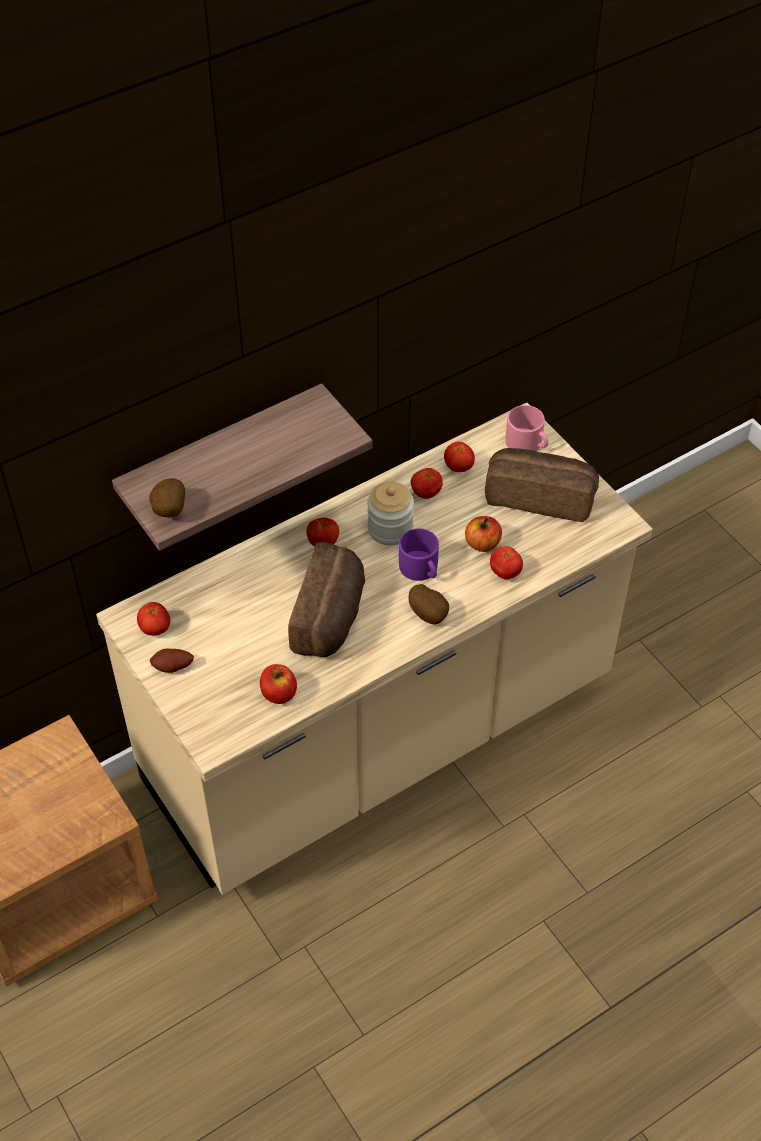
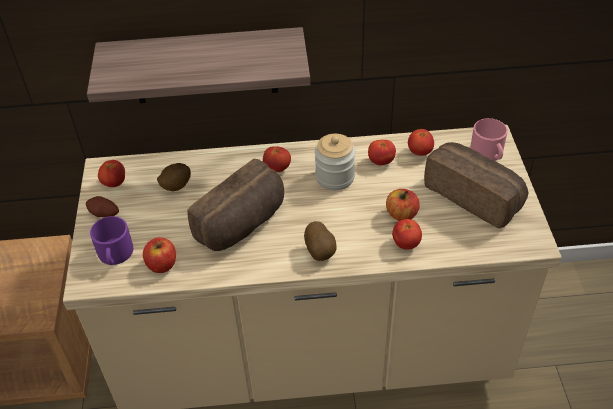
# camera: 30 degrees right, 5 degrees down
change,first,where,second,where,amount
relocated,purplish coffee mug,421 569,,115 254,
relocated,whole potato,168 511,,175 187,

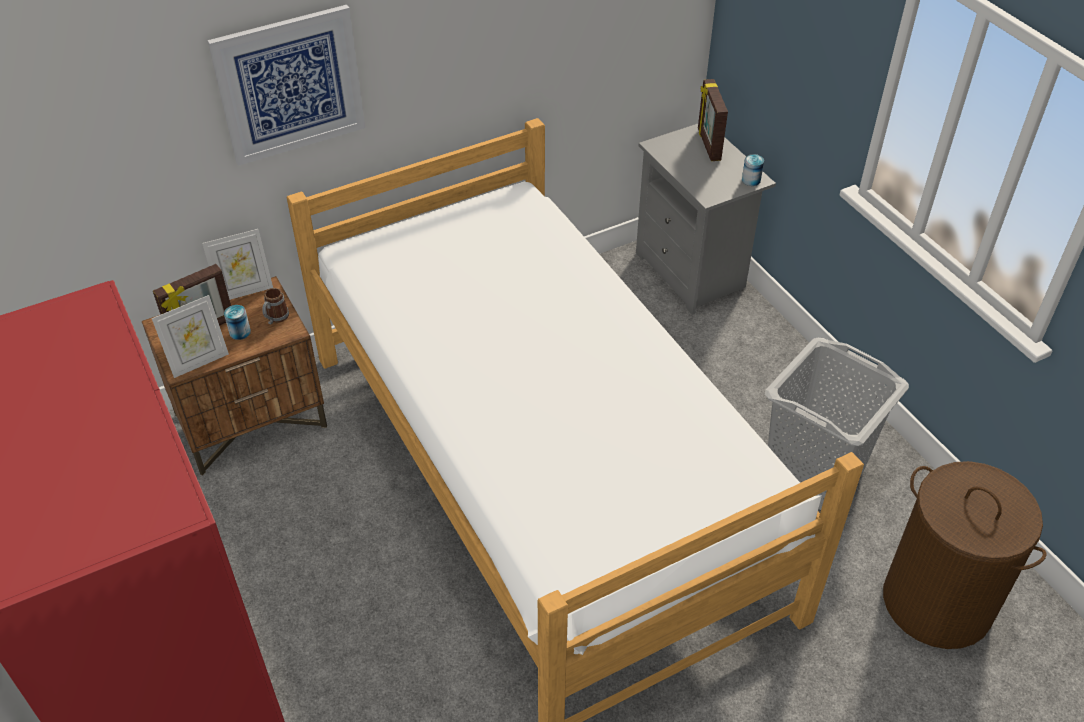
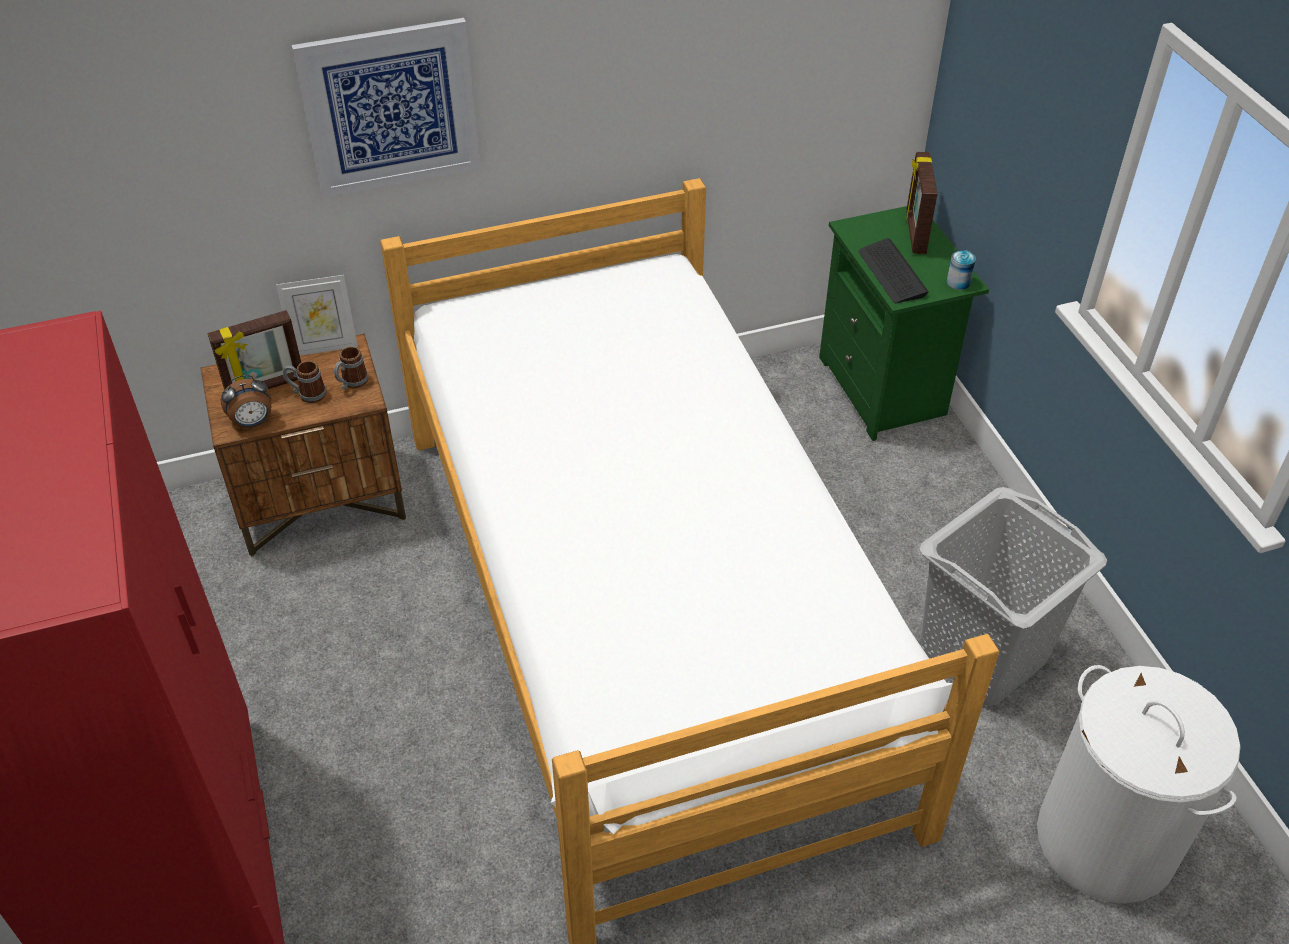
# camera: 10 degrees right, 0 degrees up
change,first,where,second,where,amount
exchanged,standing frame,199 362,alarm clock,253 423,
exchanged,sealed can,240 332,coffee mug,307 394,
colour,greyish bedside table,693 272,green-coloured bedside table,885 389,
appeared,,,computer keyboard,892 273,
colour,brownish washing basket,936 602,white-coloured washing basket,1105 840,

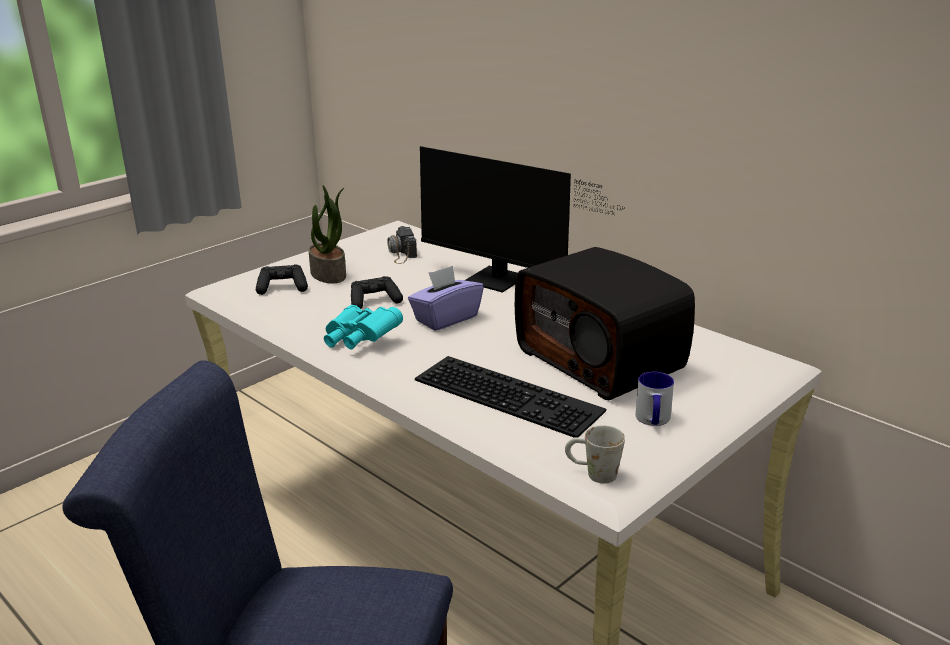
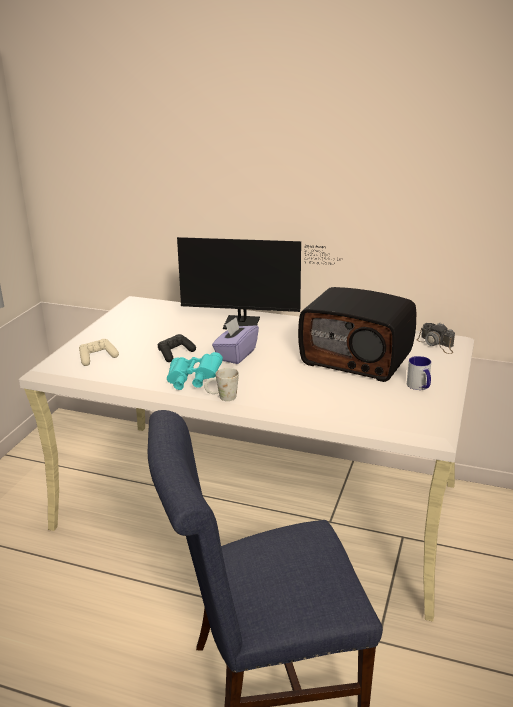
# camera: 25 degrees left, 0 degrees up
change,first,where,second,where,amount
colour,blackish game controller,282 288,beige-coloured game controller,97 358,
relocated,white-coloured coffee mug,592 473,,222 397,
relocated,still camera,401 253,,436 344,
missing,plant in a pot,329 274,,,
missing,computer keyboard,511 394,,,

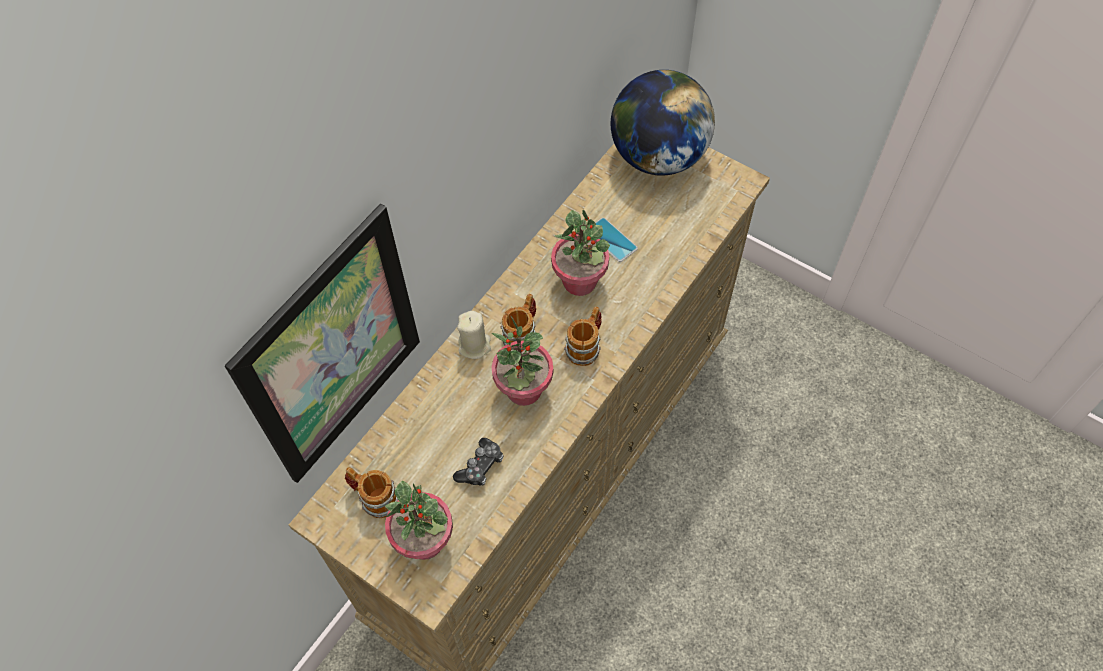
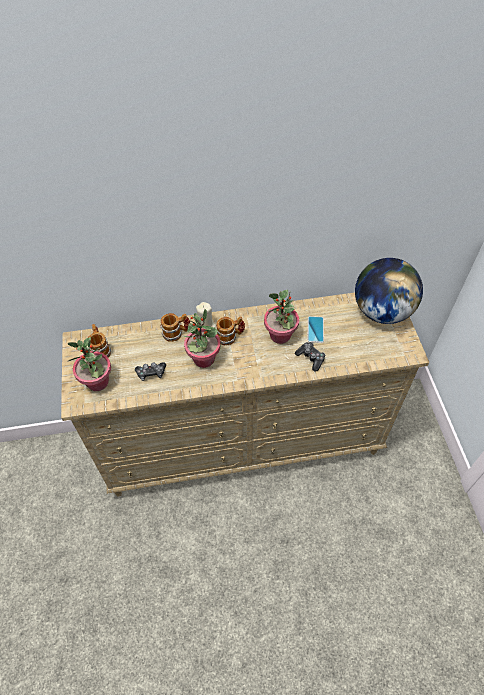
# camera: 45 degrees right, 5 degrees down
change,first,where,second,where,amount
relocated,coffee mug,586 346,,176 333,
appeared,,,game controller,311 358,
missing,picture,333 350,,,

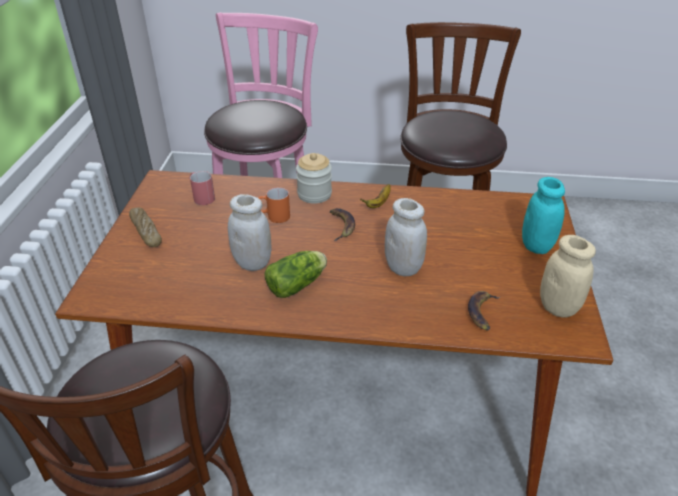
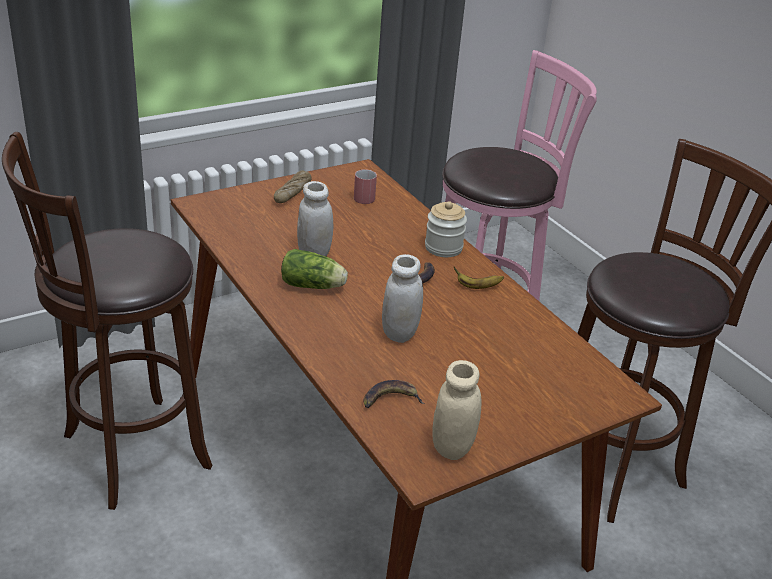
# camera: 50 degrees right, 5 degrees down
change,first,where,second,where,amount
missing,orange coffee mug,273 217,,,
missing,turquoise preserve jar,536 245,,,

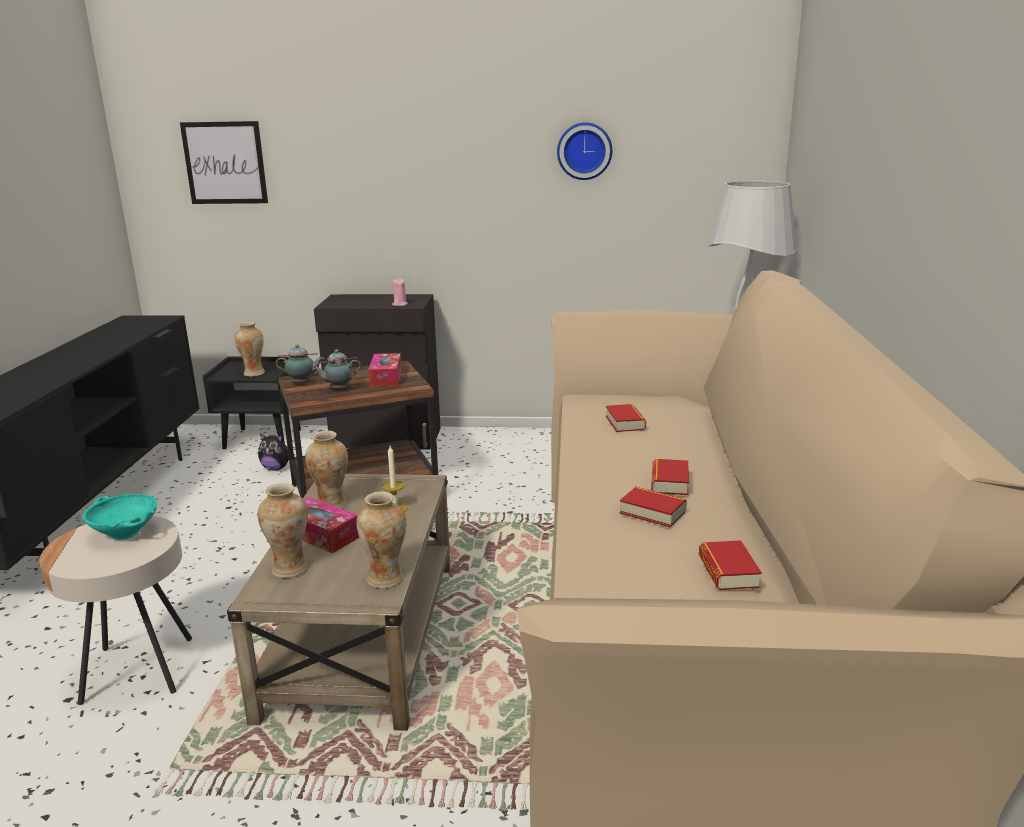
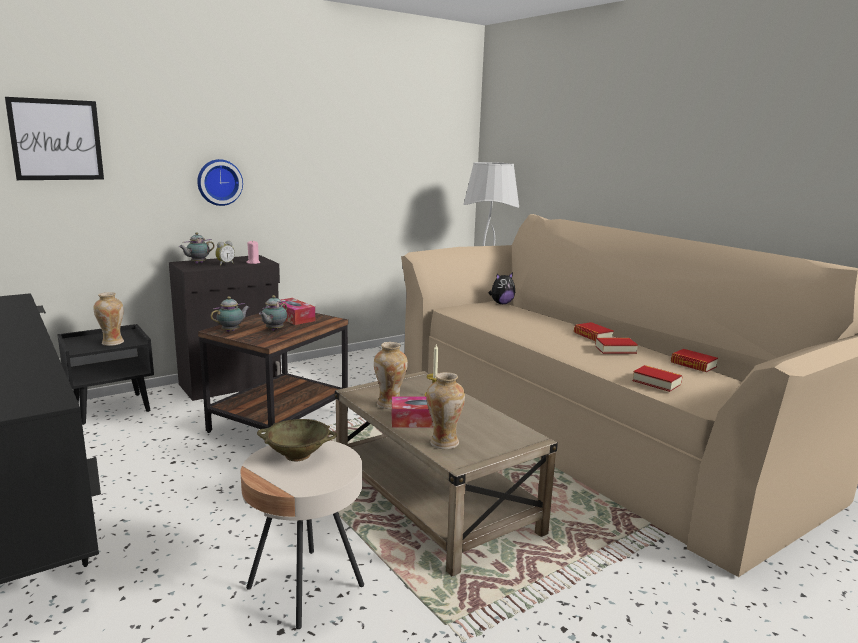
# camera: 40 degrees left, 5 degrees down
change,first,where,second,where,amount
appeared,,,teapot,197 263,
relocated,clock on the wall,584 151,,219 182,
appeared,,,alarm clock,225 264,
colour,turquoise deep dish,125 533,beige-coloured deep dish,298 455,
relocated,plush toy,276 468,,501 303,
relocated,book,625 423,,656 382,
missing,vase,385 579,,,

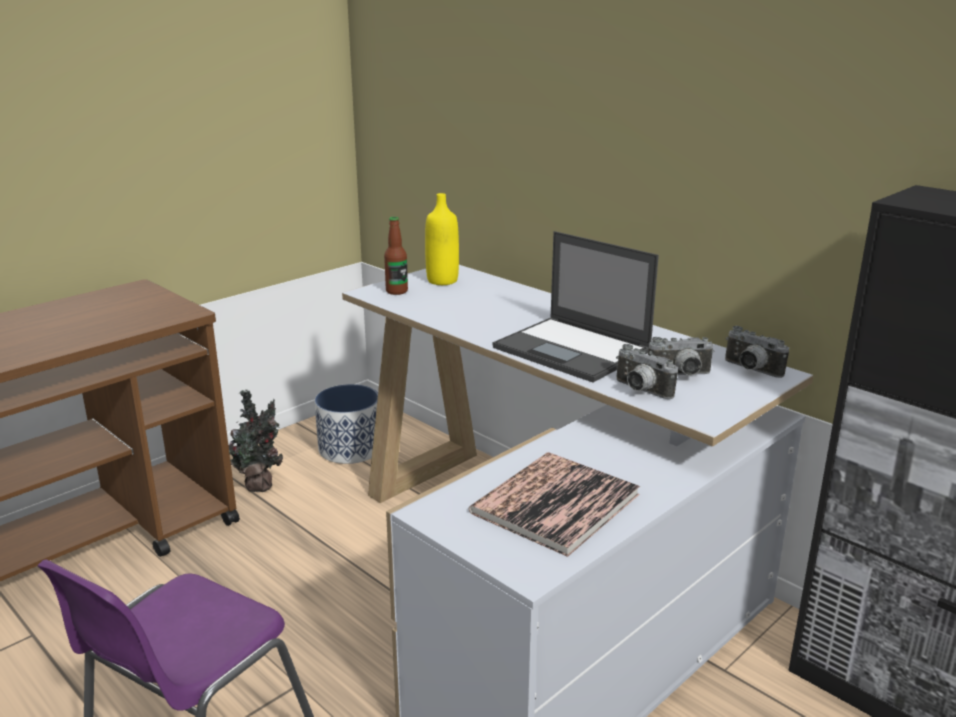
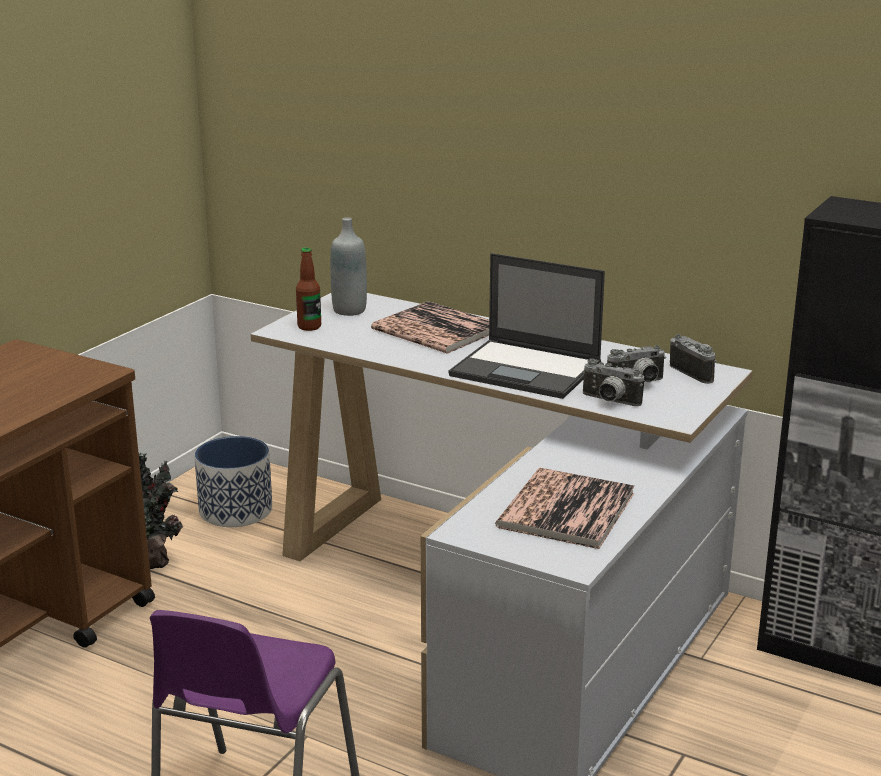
# camera: 15 degrees left, 0 degrees up
change,first,where,second,where,amount
colour,yellow beverage bottle,442 281,greyish beverage bottle,349 310,
appeared,,,book,436 330,
spun,still camera,750 370,,697 372,150 degrees counterclockwise

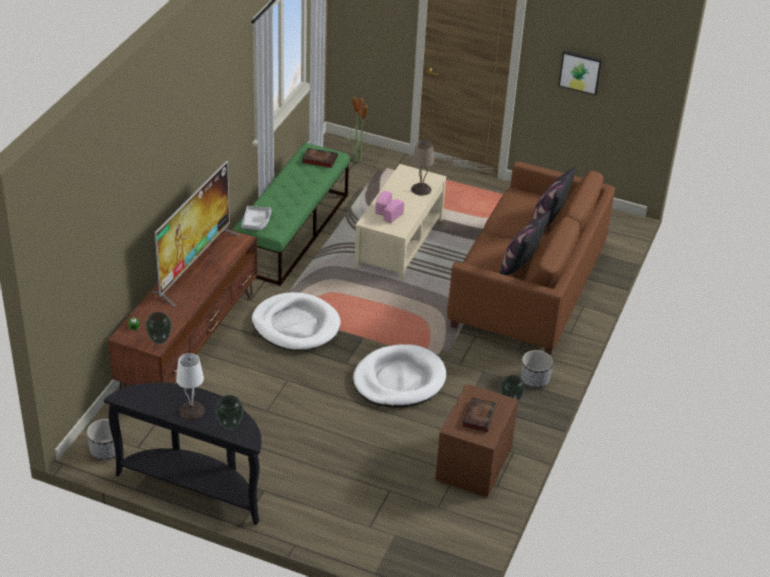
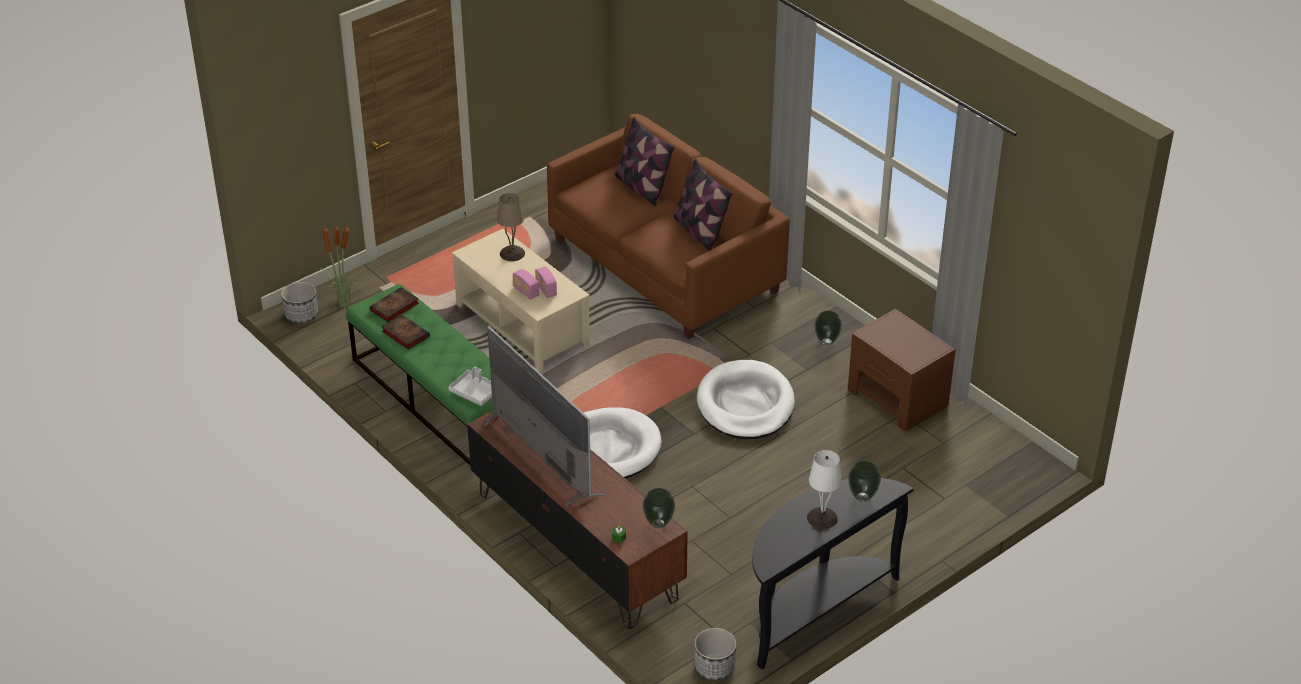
# camera: 60 degrees left, 0 degrees up
change,first,where,second,where,amount
relocated,flower pot,534 380,,302 315,
relocated,book,479 416,,404 334,
missing,picture,580 72,,,

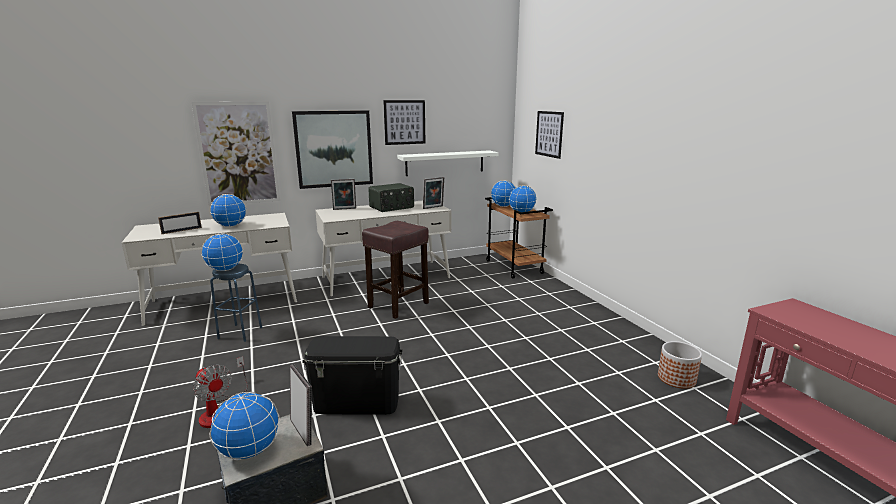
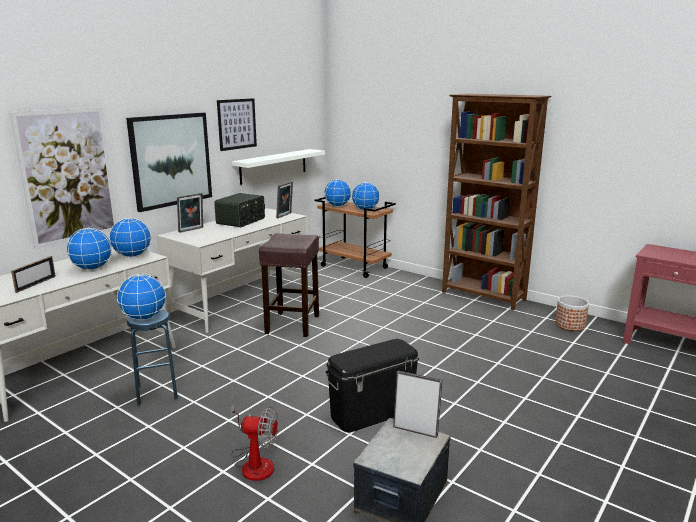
# camera: 30 degrees left, 0 degrees up
change,first,where,second,where,amount
relocated,world globe,249 451,,132 256,
appeared,,,brownish bookcase,483 296,
missing,picture,549 134,,,

